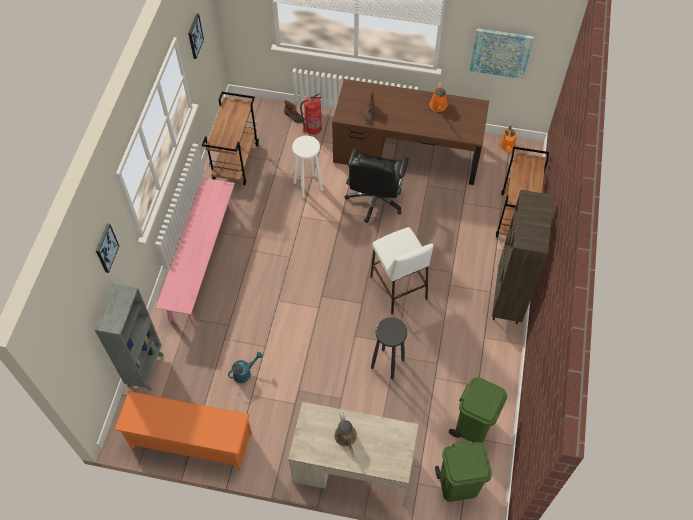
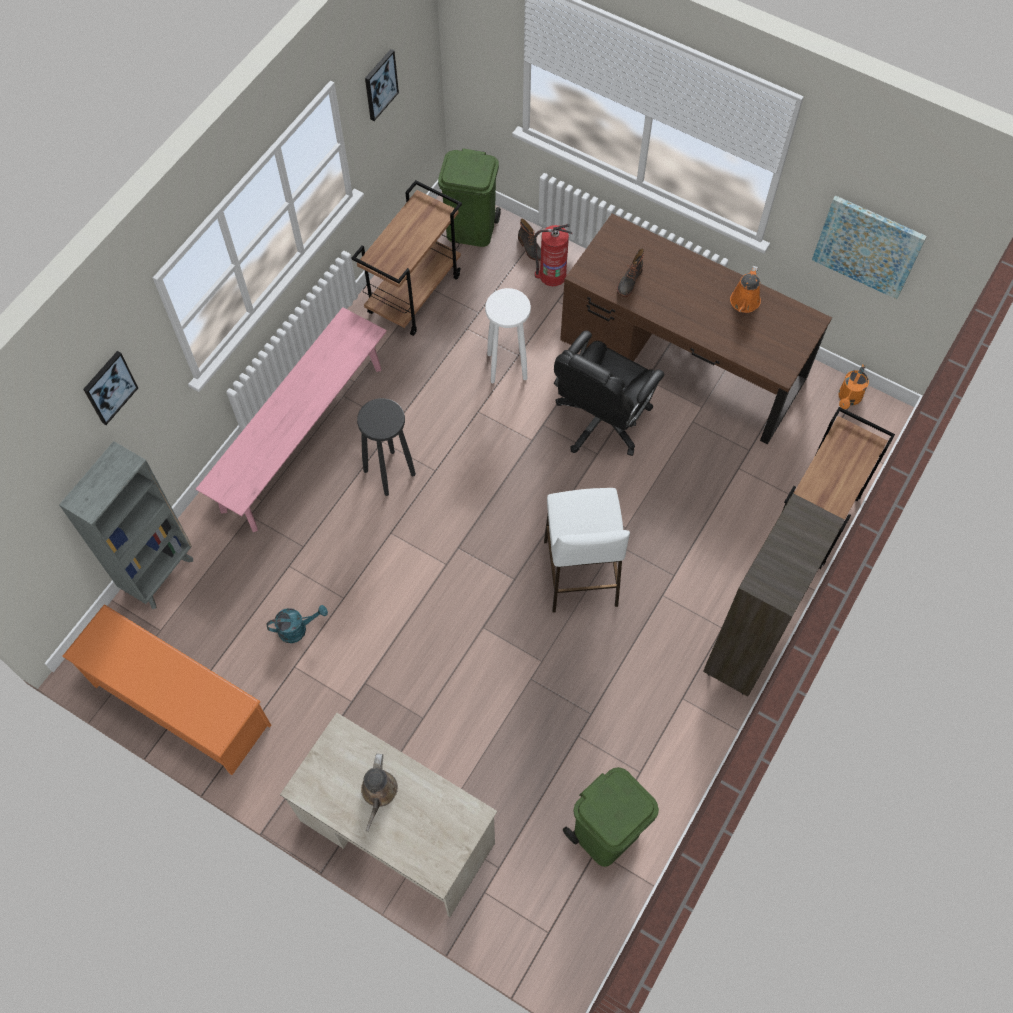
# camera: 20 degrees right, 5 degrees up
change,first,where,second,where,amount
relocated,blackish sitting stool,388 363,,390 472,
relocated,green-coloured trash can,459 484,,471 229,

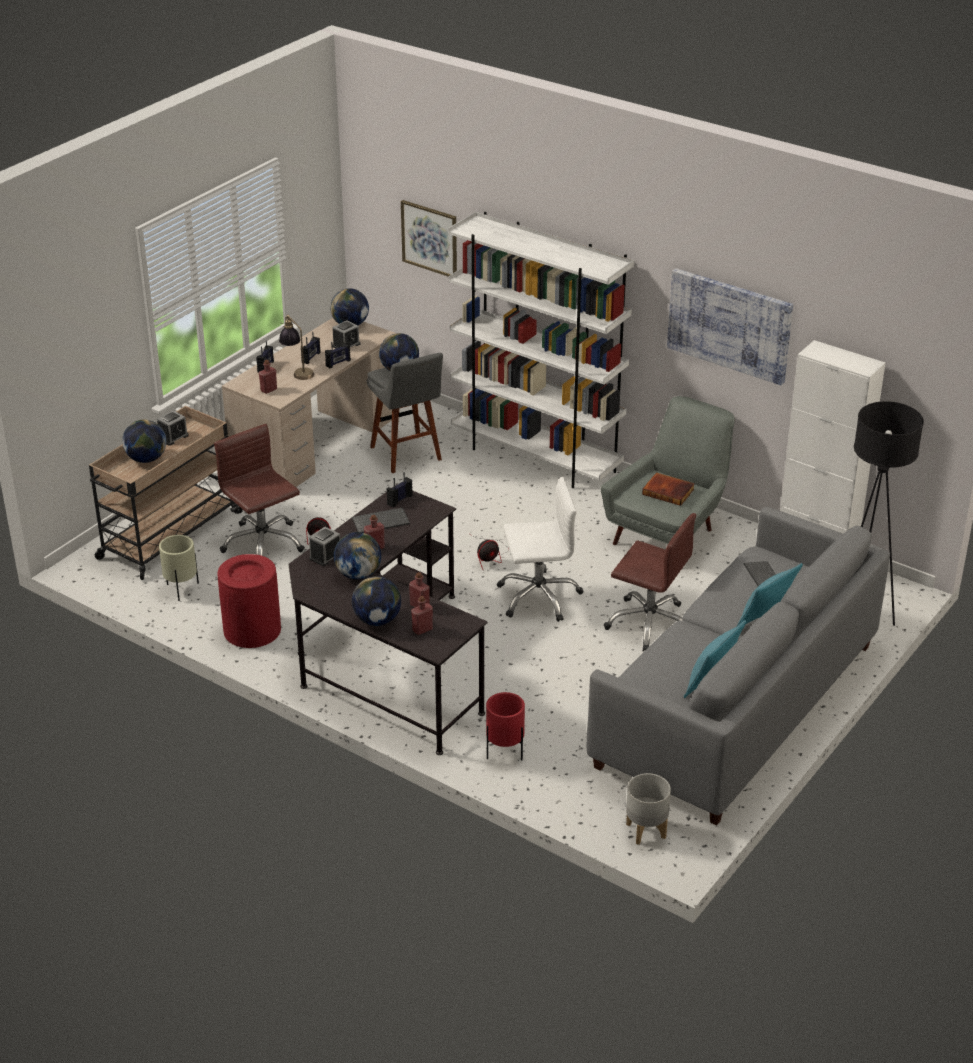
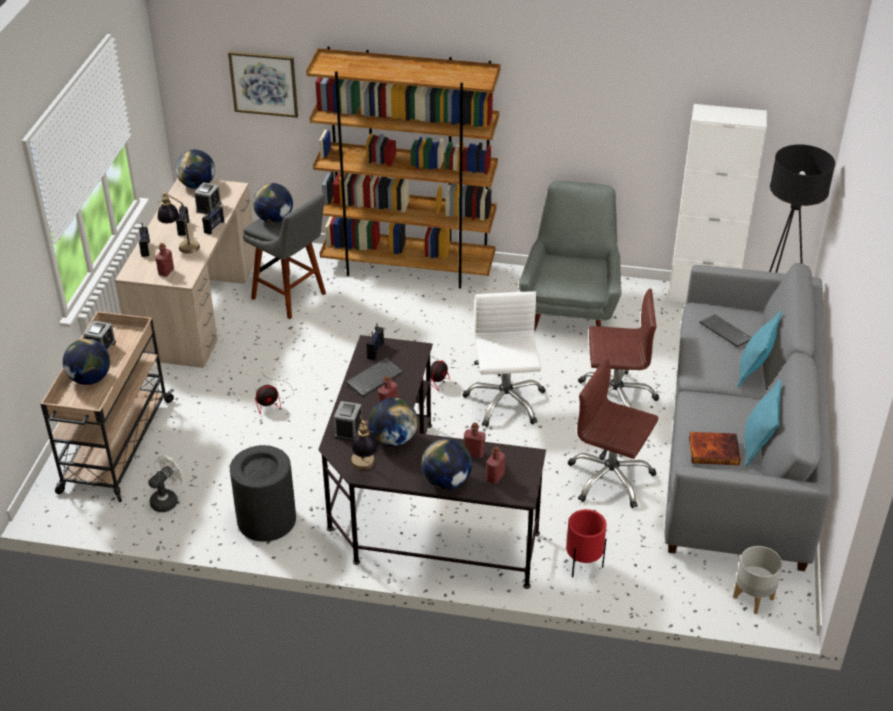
# camera: 25 degrees left, 5 degrees up
change,first,where,second,where,amount
exchanged,beige-coloured flower pot,181 589,white-coloured fan,167 499,
colour,red-coloured trash can,252 630,blackish trash can,266 519,
colour,white-coloured bookcase,536 457,brownish bookcase,408 268,
appeared,,,table lamp,364 469,
spun,white-coloured office chair,538 597,,504 401,60 degrees counterclockwise
relocated,brownish office chair,262 544,,610 478,
relocated,book,669 491,,714 450,
missing,picture,730 324,,,

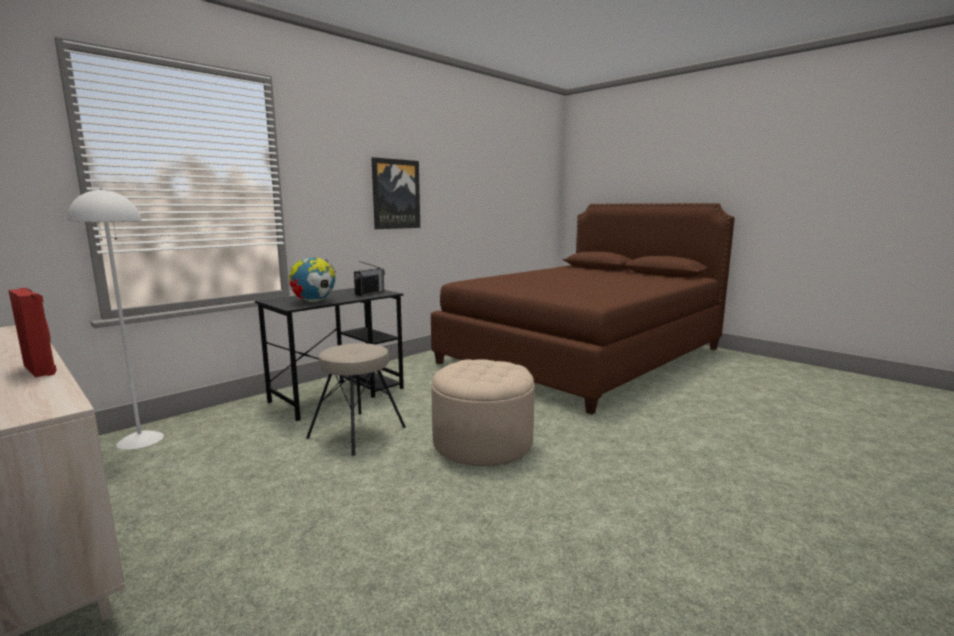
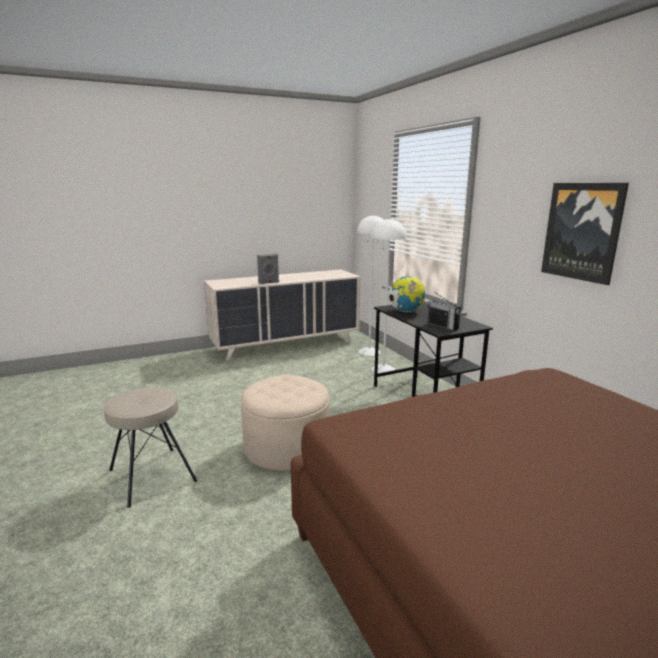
# camera: 110 degrees right, 5 degrees up
change,first,where,second,where,amount
relocated,beige-coloured sitting stool,358 432,,151 476,
colour,red-coloured speaker,41 369,greyish speaker,269 283,
appeared,,,white-coloured standing lamp,383 369,

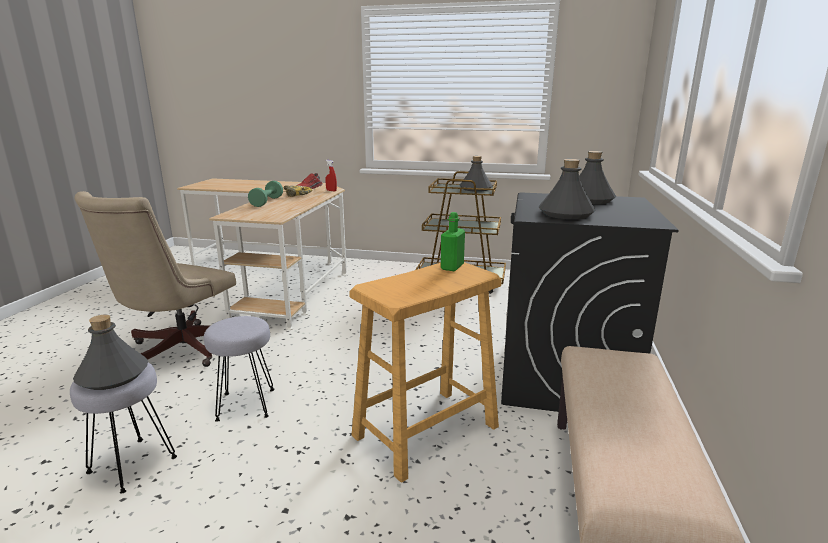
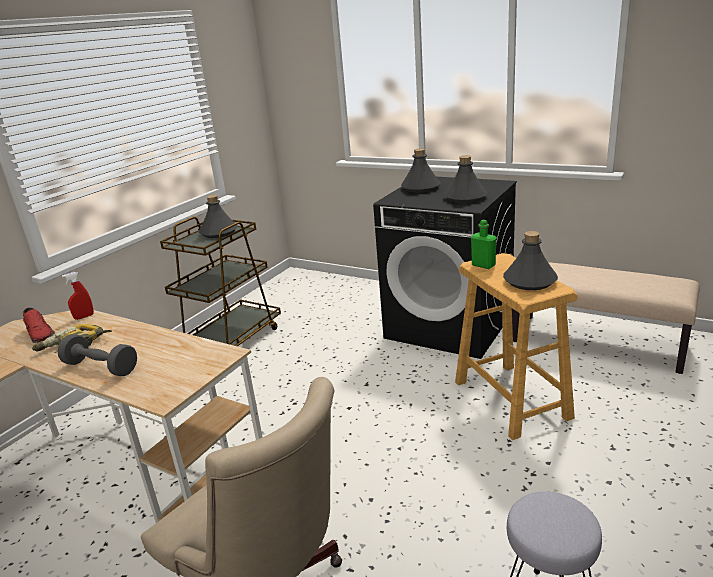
# camera: 70 degrees left, 5 degrees up
change,first,where,second,where,amount
colour,green-coloured hand weight,267 202,greyish hand weight,101 367,
relocated,greyish beverage bottle,112 376,,530 281,
missing,greyish sitting stool,247 405,,,

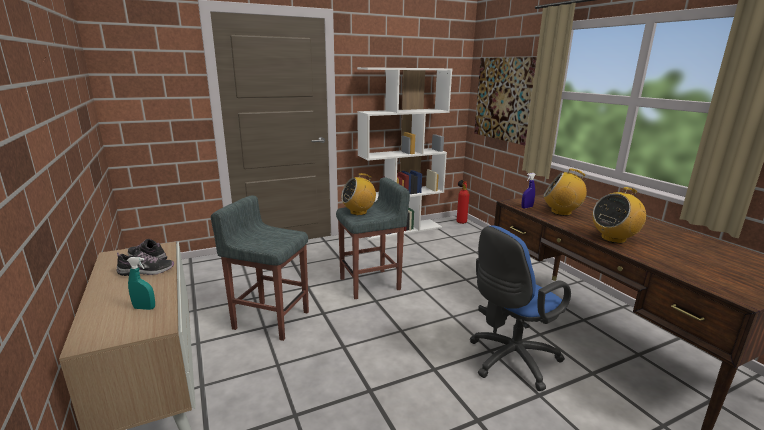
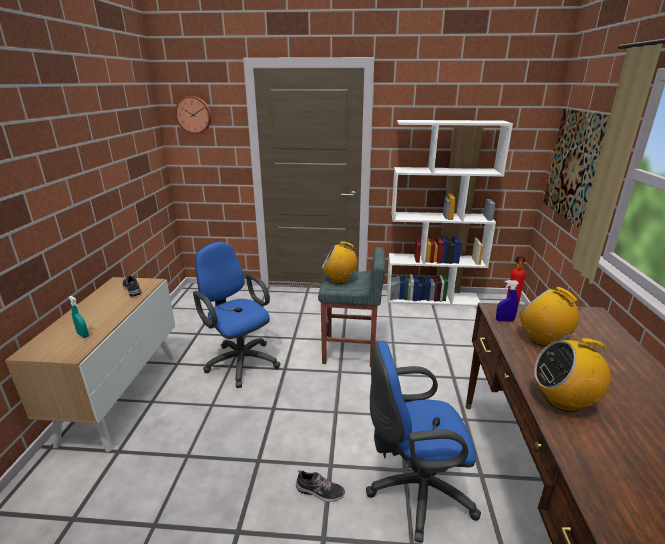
# camera: 30 degrees right, 5 degrees up
change,first,where,second,where,amount
appeared,,,clock on the wall,194 115,
exchanged,greyish sitting stool,270 319,bluish office chair,240 361,
relocated,item of footwear,146 271,,320 491,

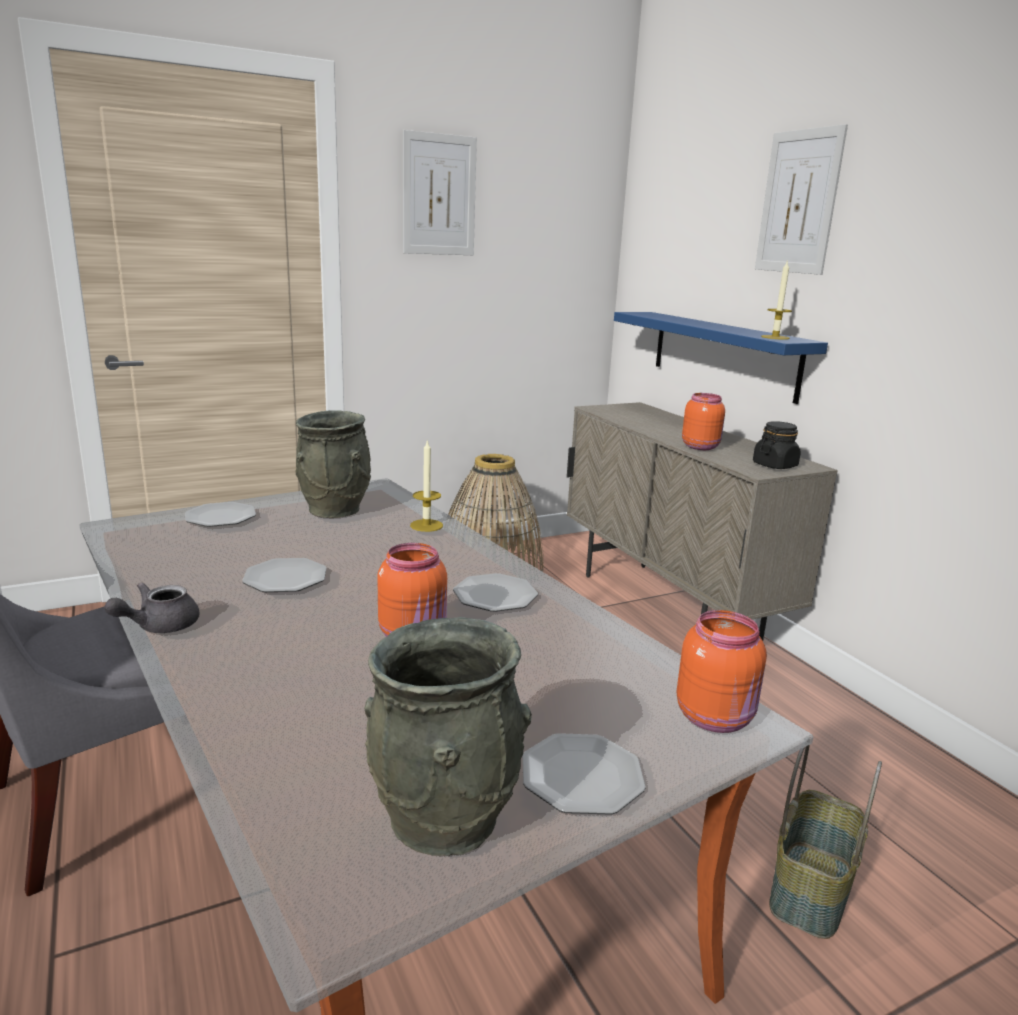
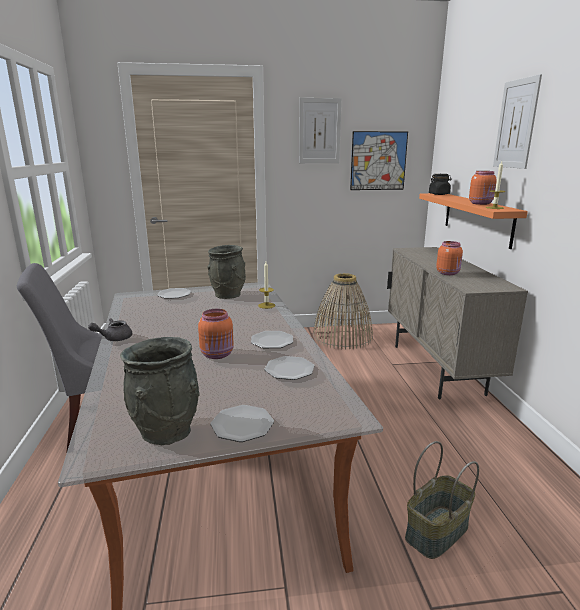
# camera: 20 degrees right, 0 degrees up
change,first,where,second,where,amount
relocated,dinner plate,285 578,,289 369,
appeared,,,picture,378 161,
colour,bluish shelf,723 354,orange shelf,477 218,
relocated,blackish preserve jar,775 465,,439 194,
relocated,orange preserve jar,716 717,,481 203,

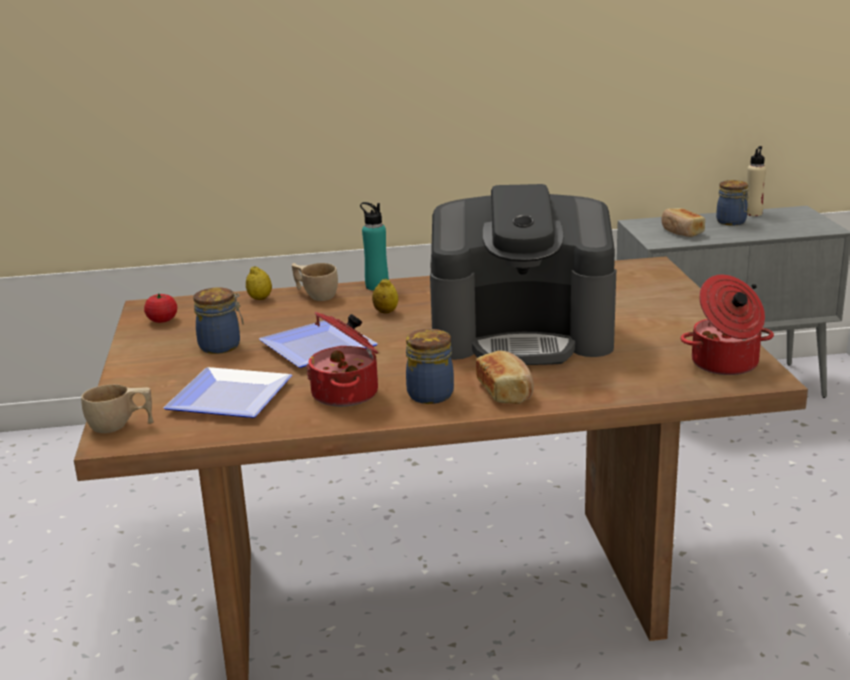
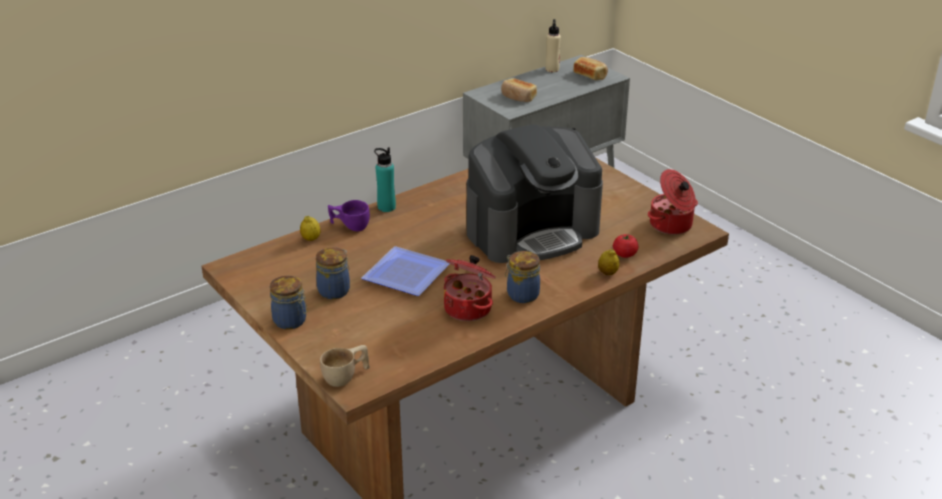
# camera: 30 degrees left, 10 degrees up
change,first,where,second,where,amount
relocated,preserve jar,732 222,,291 321,
colour,beige-coloured small cup,315 295,purplish small cup,349 226,
relocated,baked bread,506 391,,590 75,
relocated,citrus fruit,386 312,,607 273,
relocated,whole tomato,162 320,,624 254,
missing,dinner plate,225 399,,,

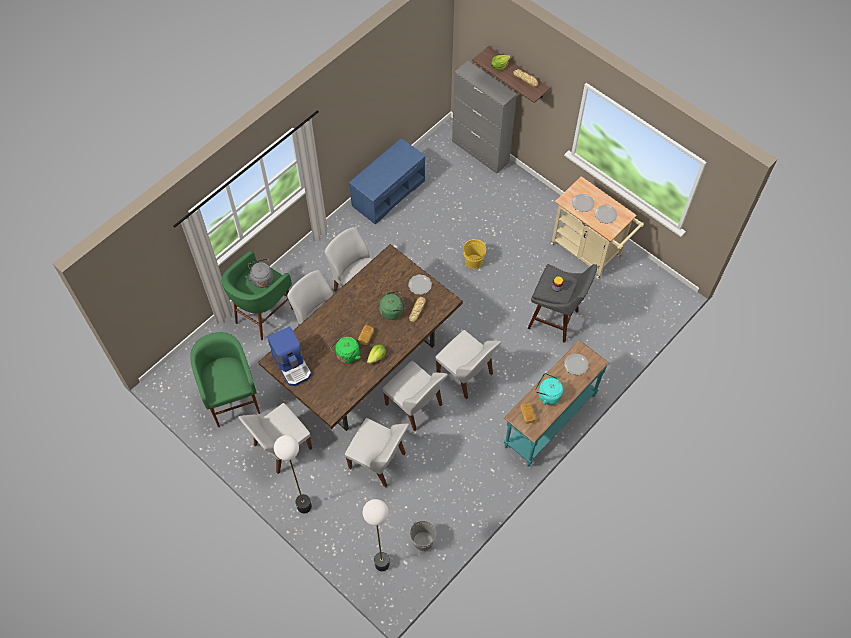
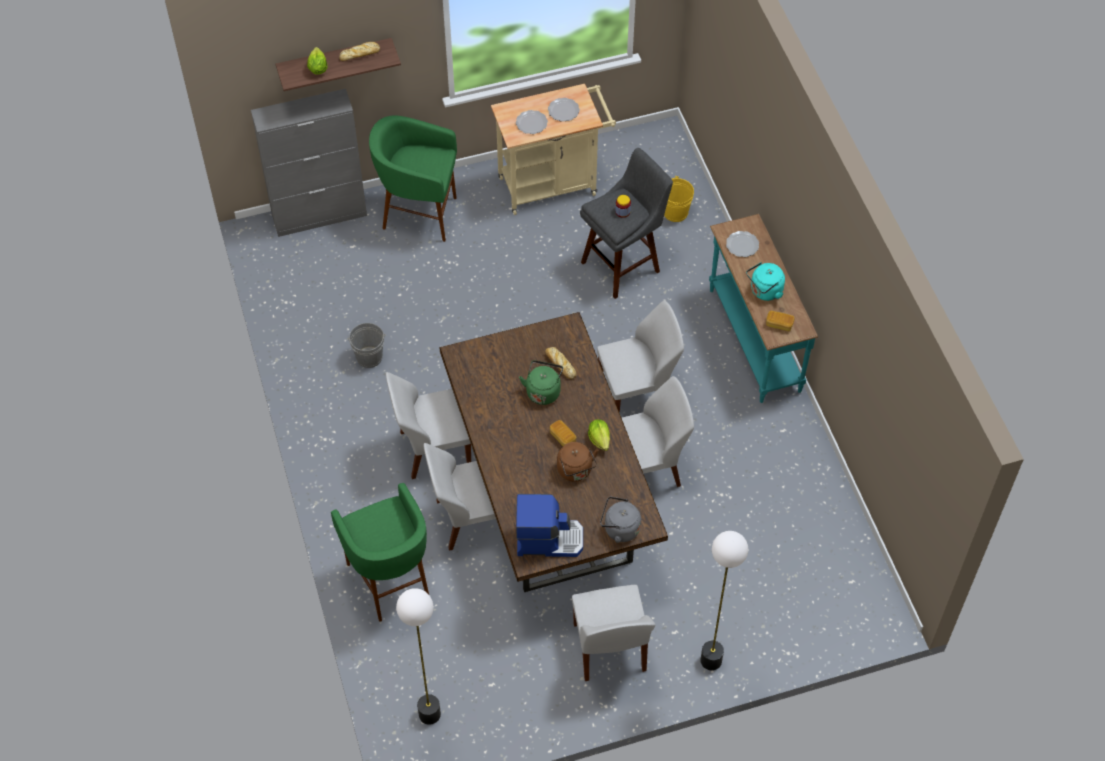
# camera: 60 degrees left, 5 degrees down
change,first,where,second,where,amount
relocated,greyish water bucket,423 541,,369 357,
relocated,green-coloured sitting stool,232 399,,419 215,
relocated,standing lamp,381 563,,429 714,
colour,green-coloured kettle,347 355,brownish kettle,576 471,
relocated,greyish kettle,262 278,,619 529,
relocated,yellow water bucket,473 261,,675 212,
missing,white-coloured upright chair,378 461,,,
missing,bluish long seat,388 192,,,
missing,dinner plate,419 285,,,

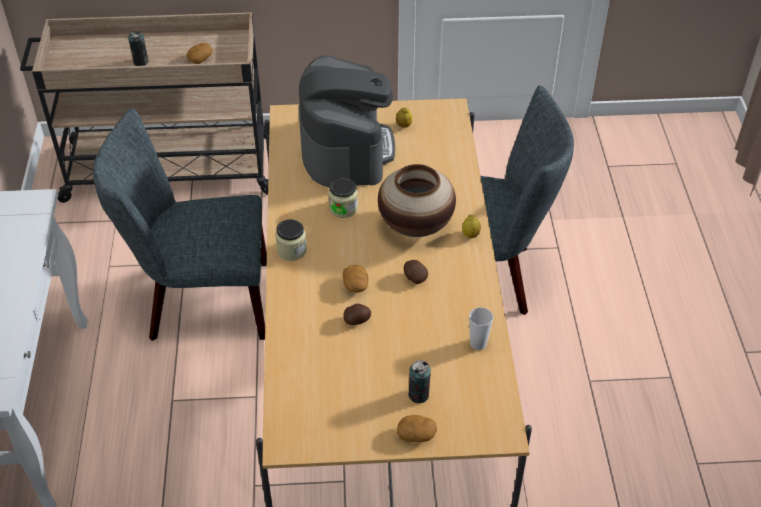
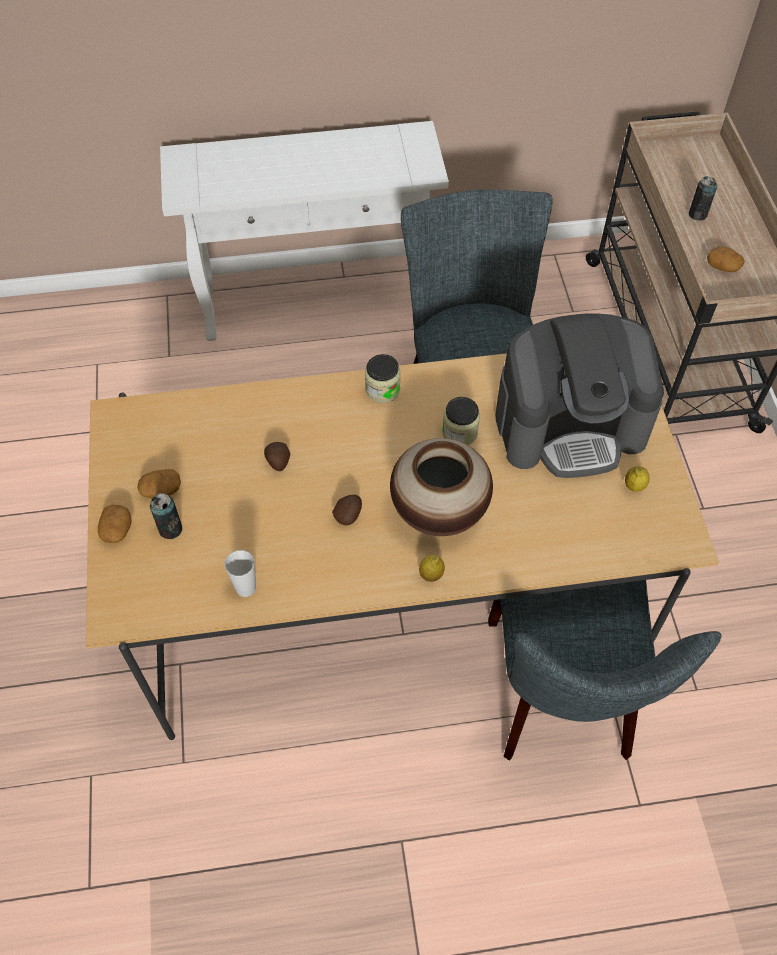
# camera: 85 degrees right, 10 degrees up
change,first,where,second,where,amount
relocated,whole potato,356 285,,161 490,

